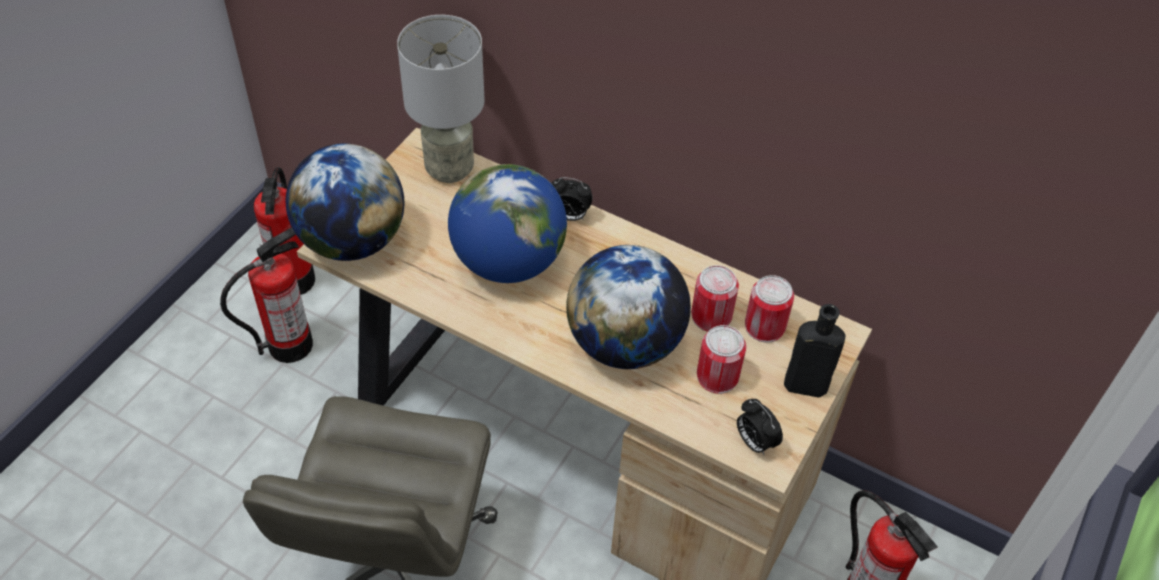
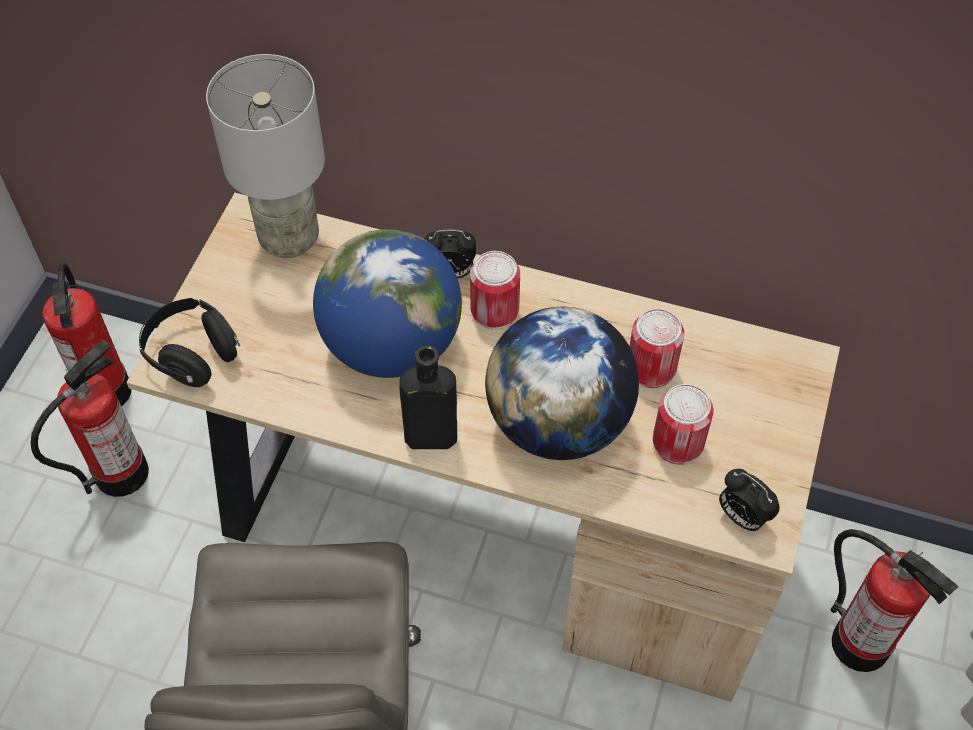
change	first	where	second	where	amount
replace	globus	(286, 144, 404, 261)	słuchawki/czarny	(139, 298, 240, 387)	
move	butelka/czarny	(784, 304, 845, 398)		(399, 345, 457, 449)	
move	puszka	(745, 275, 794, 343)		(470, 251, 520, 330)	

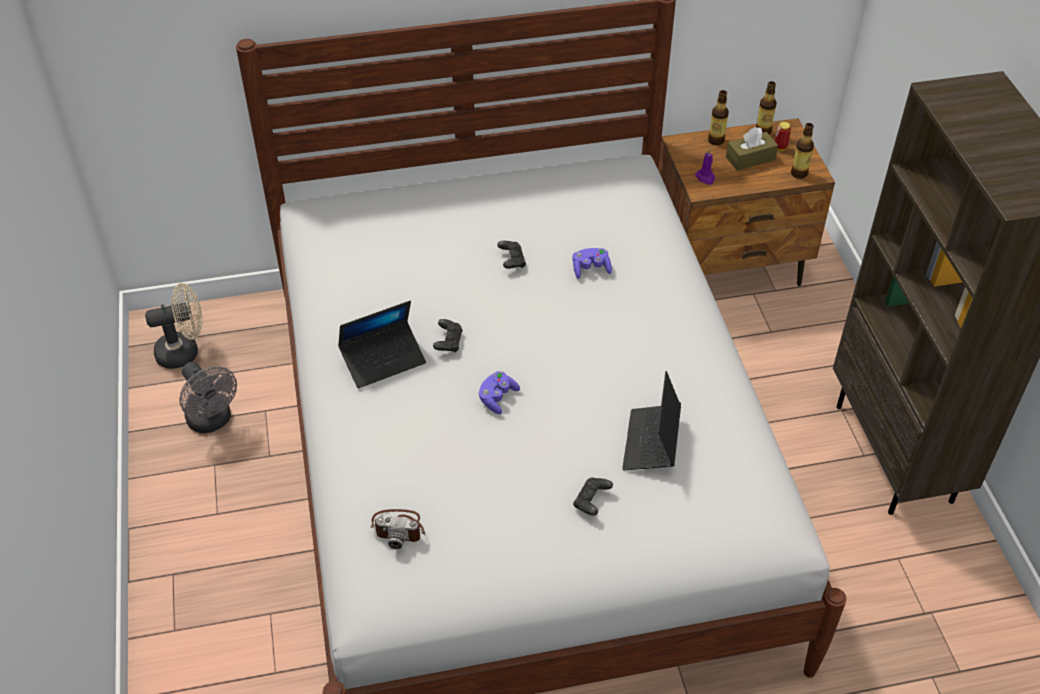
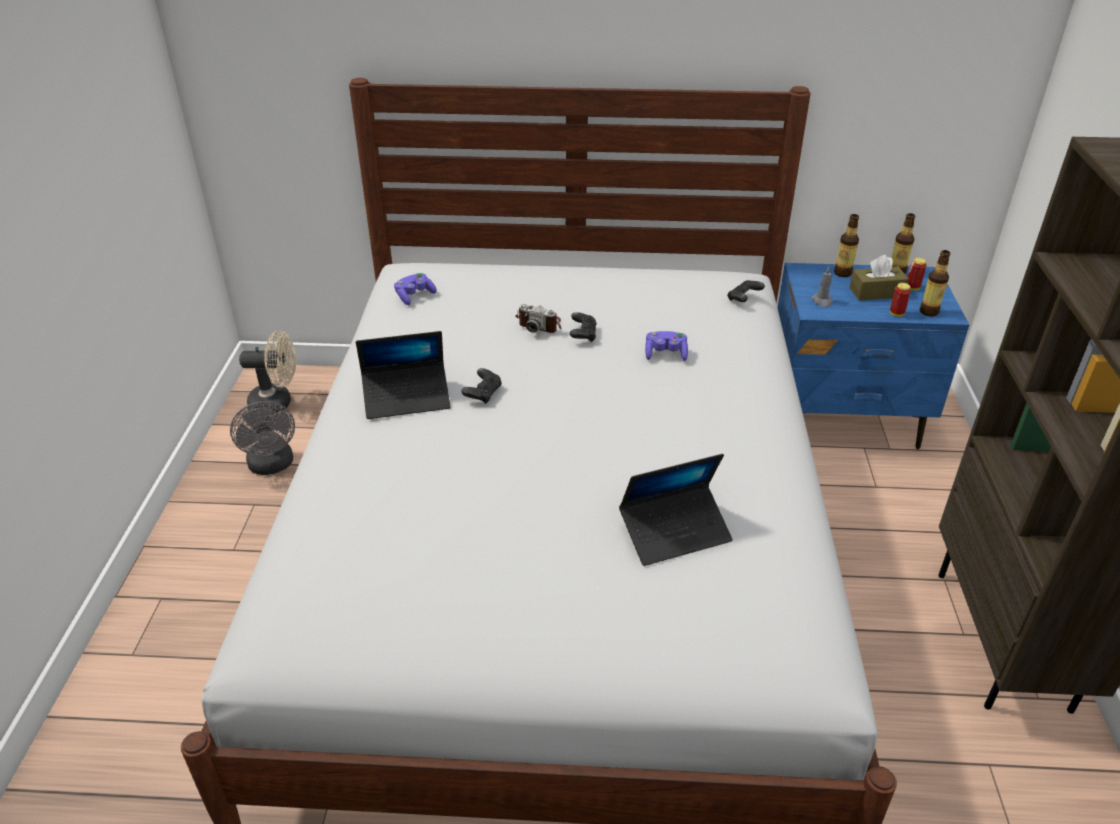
change	first	where	second	where	amount
move	pad do gier/fioletowy	(478, 371, 520, 414)		(394, 273, 437, 305)	
move	aparat fotograficzny	(371, 509, 425, 549)		(515, 304, 561, 333)	
rotate	laptop	(622, 371, 681, 470)		(619, 454, 733, 566)	135 degrees counterclockwise
move	pad do gier/czarny	(573, 477, 613, 516)		(727, 280, 765, 302)	
recolor	szafka nocna/brązowy	(658, 118, 835, 286)	szafka nocna/niebieski	(777, 263, 969, 449)	
recolor	świeca/fioletowy	(695, 149, 715, 185)	świeca/szary	(811, 266, 833, 308)	
insert			puszka	(890, 283, 911, 317)	

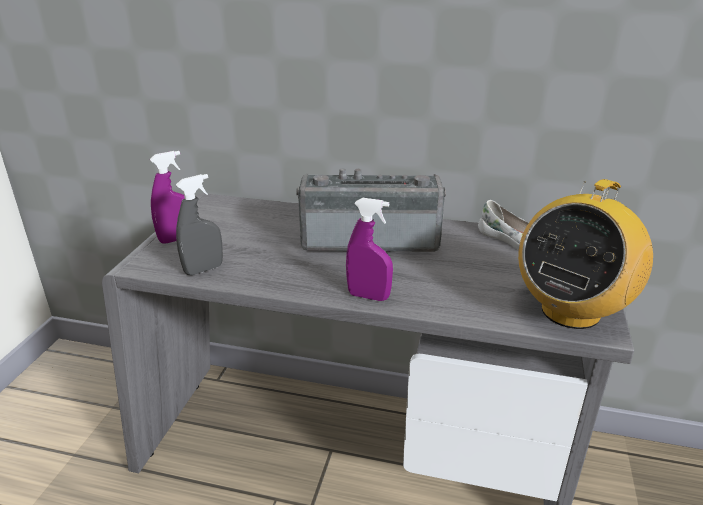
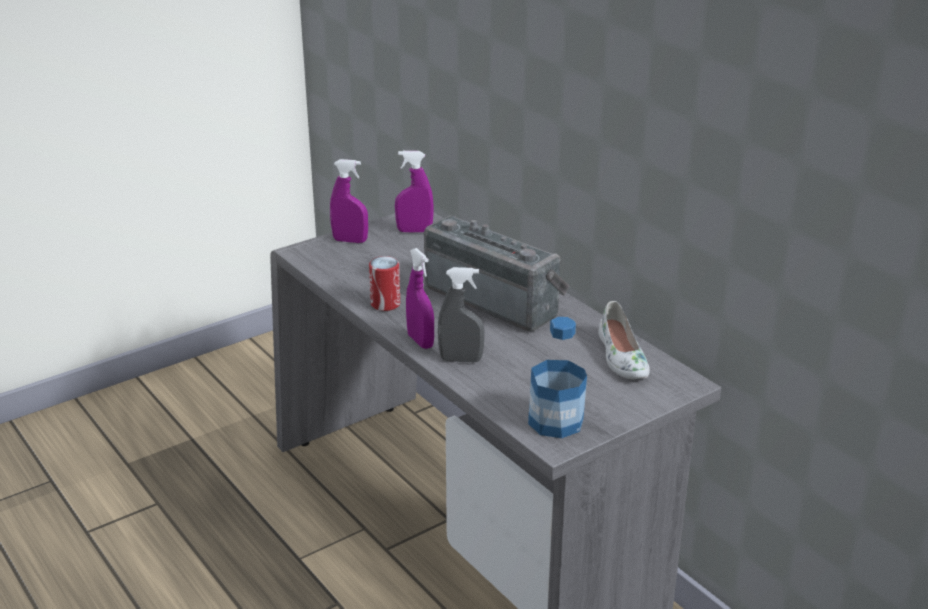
change	first	where	second	where	amount
insert			puszka	(369, 256, 400, 311)	
insert			spryskiwacz/fioletowy	(395, 151, 434, 233)	
move	spryskiwacz/szary	(176, 174, 223, 275)		(438, 267, 485, 363)	
replace	radio	(518, 179, 653, 329)	butelka	(528, 317, 587, 438)	

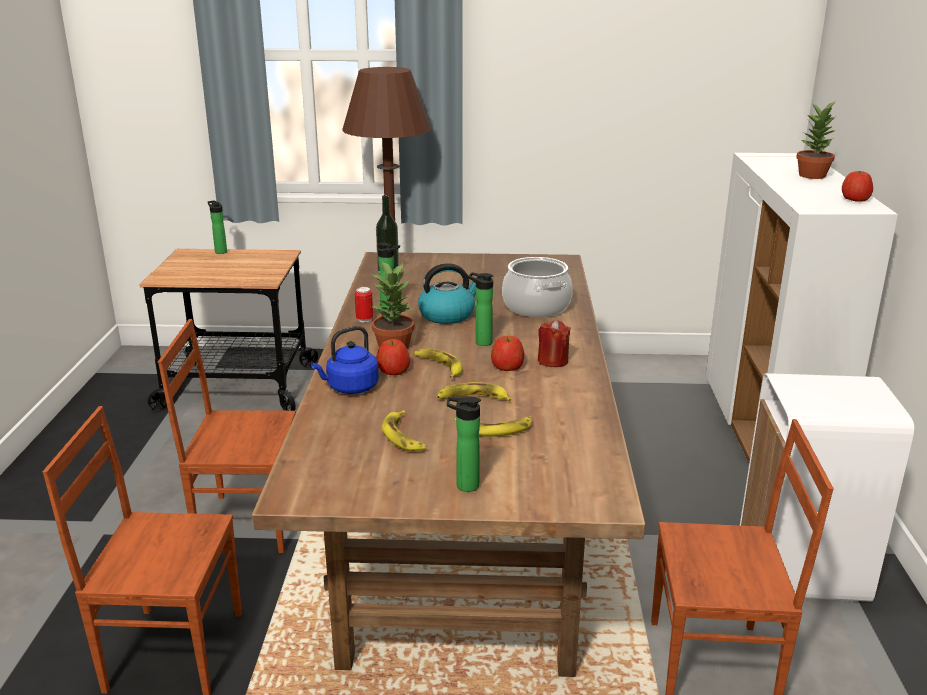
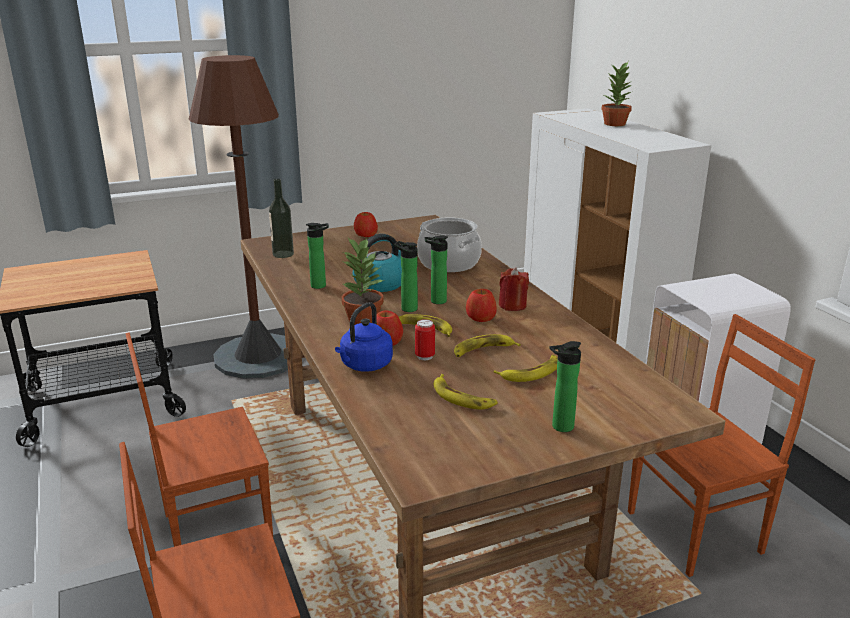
change	first	where	second	where	amount
move	jabłko	(842, 171, 873, 202)		(354, 212, 378, 237)	
move	butelka	(208, 200, 227, 254)		(394, 241, 418, 312)	
move	puszka	(355, 287, 373, 322)		(415, 319, 435, 360)	

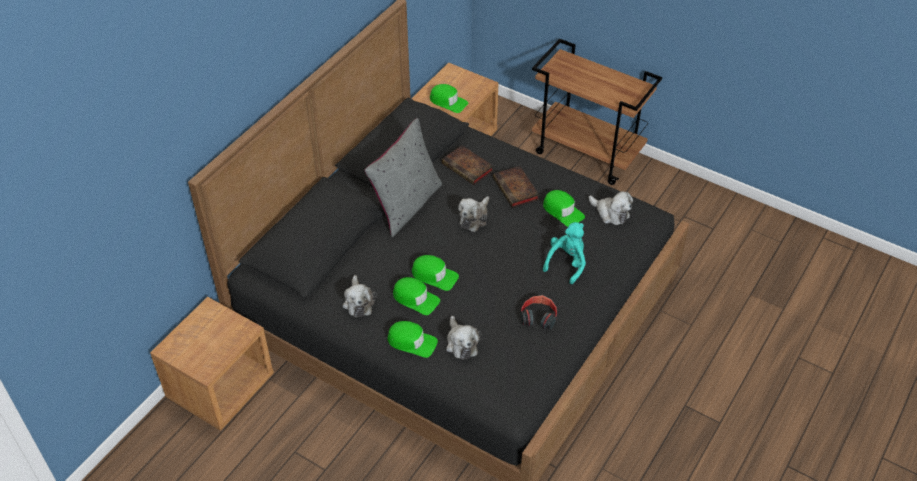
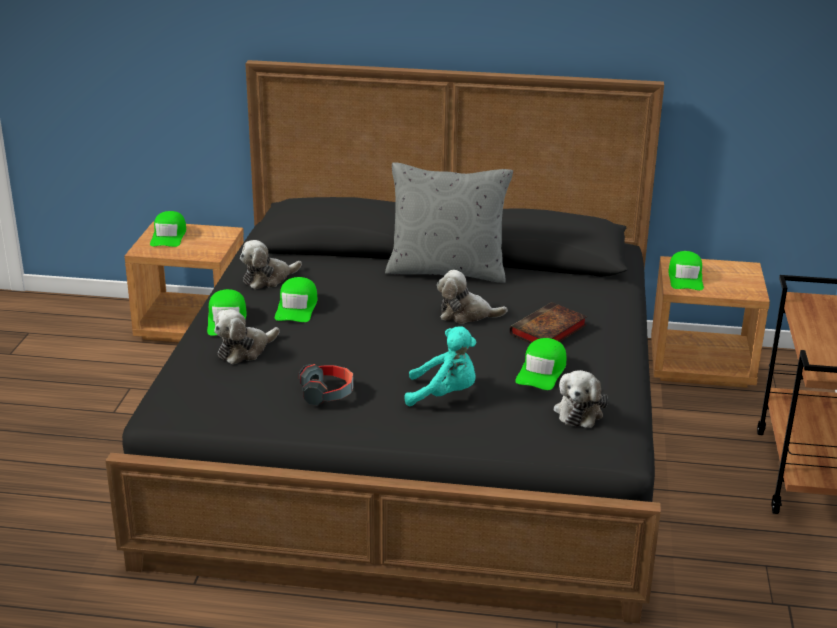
change	first	where	second	where	amount
move	czapka z daszkiem/zielony	(412, 255, 459, 291)		(150, 211, 186, 247)	
delete	książka	(442, 145, 494, 185)			

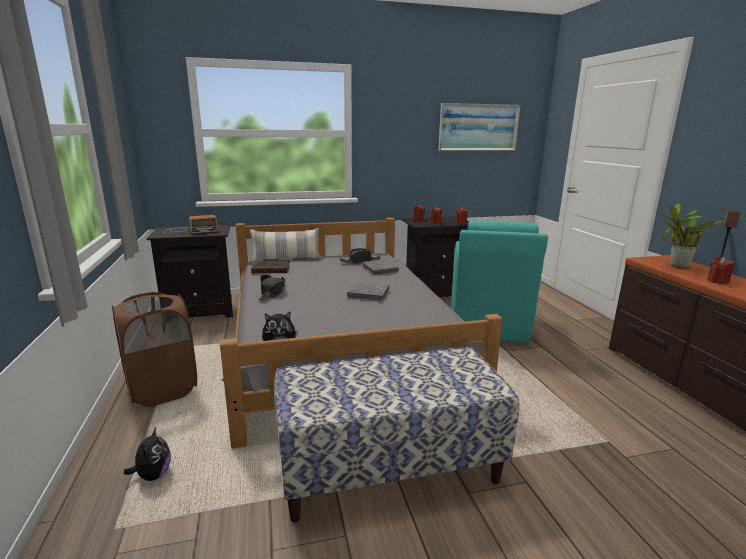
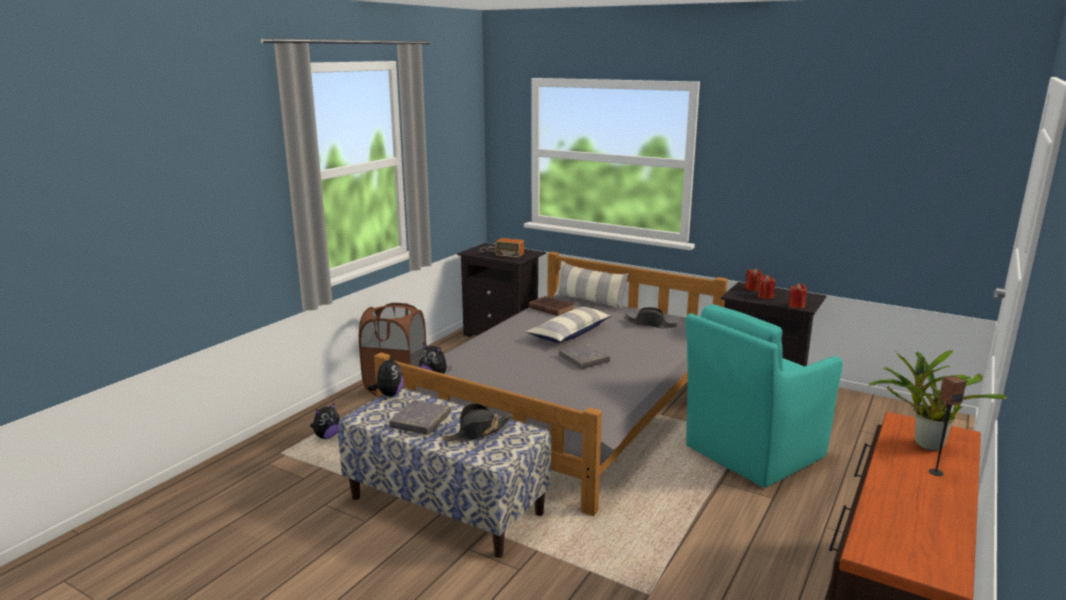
change	first	where	second	where	amount
insert			pluszak	(367, 354, 403, 397)	
move	książka/szary	(362, 259, 399, 275)		(389, 400, 451, 435)	
move	kapelusz/czarny	(259, 274, 286, 300)		(443, 403, 512, 442)	
insert			poduszka	(526, 307, 612, 343)	
delete	obraz	(438, 103, 521, 151)			
delete	świeca/czerwony	(707, 257, 734, 284)			

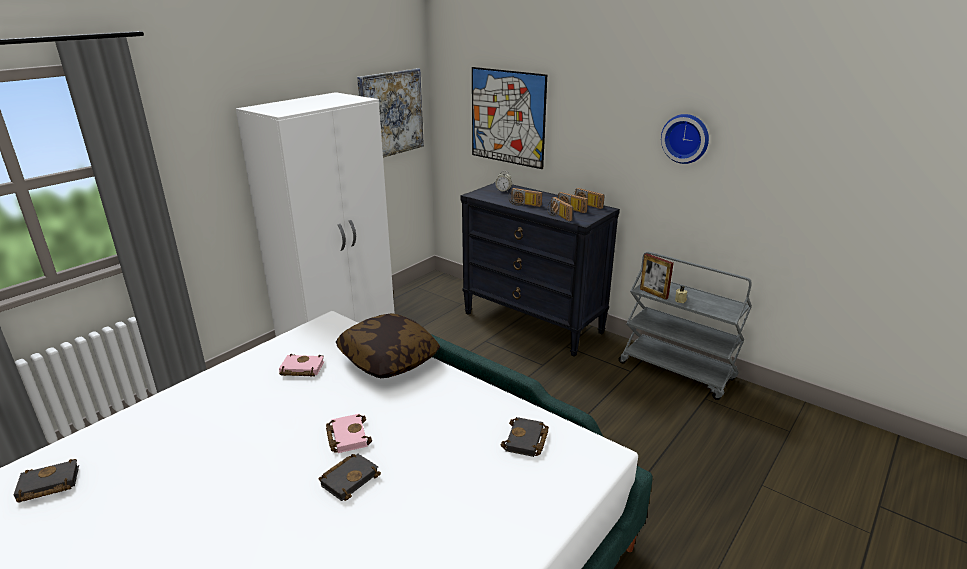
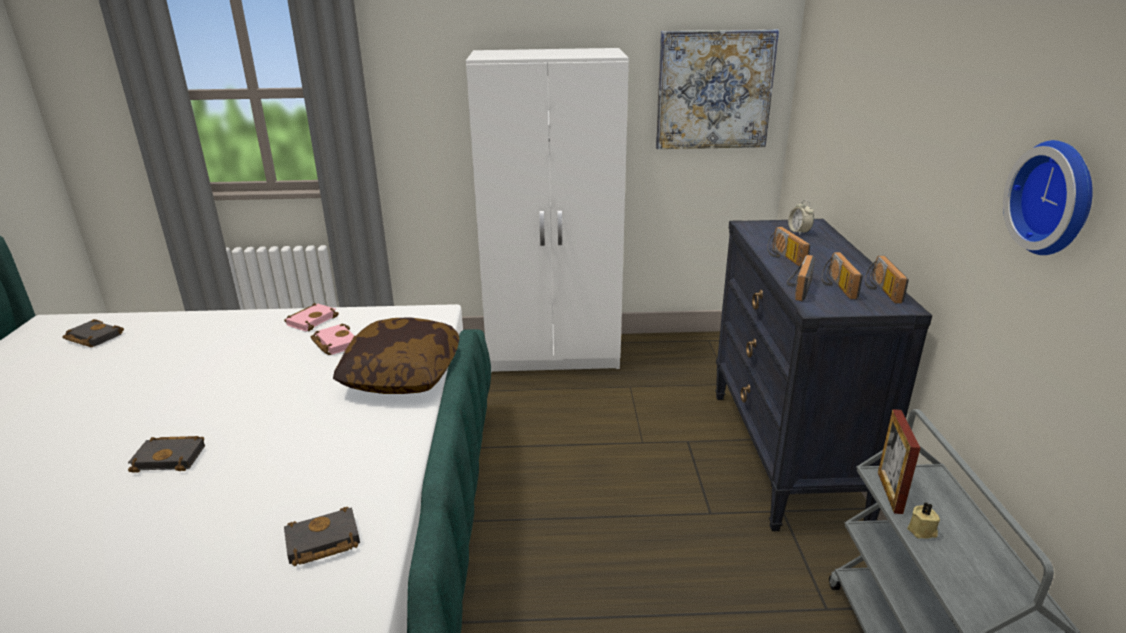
change	first	where	second	where	amount
move	książka/różowy	(326, 414, 372, 453)		(284, 303, 339, 331)	
delete	obraz	(472, 67, 547, 169)			

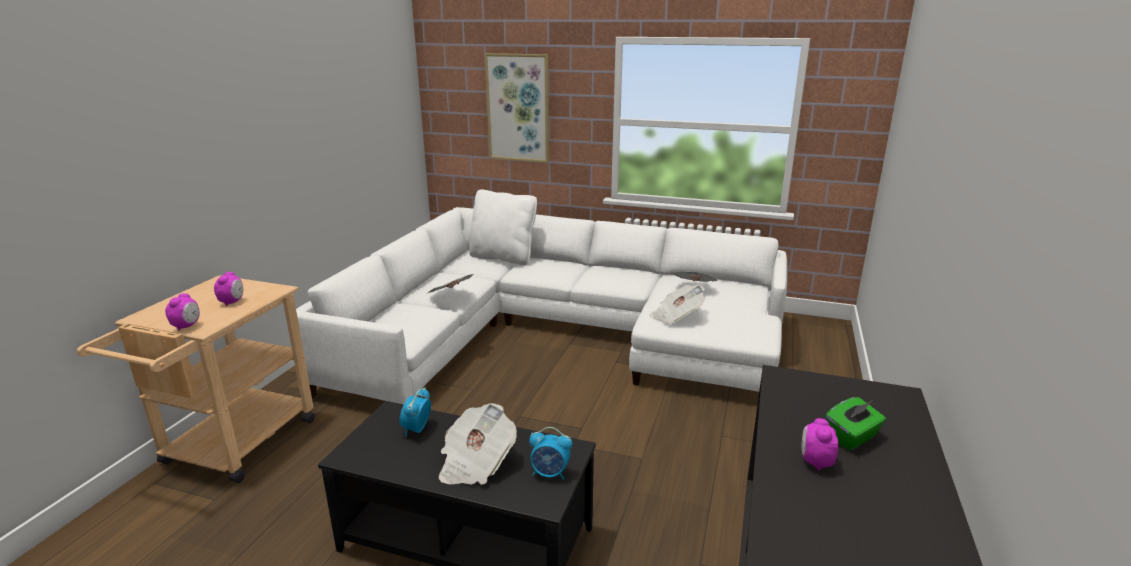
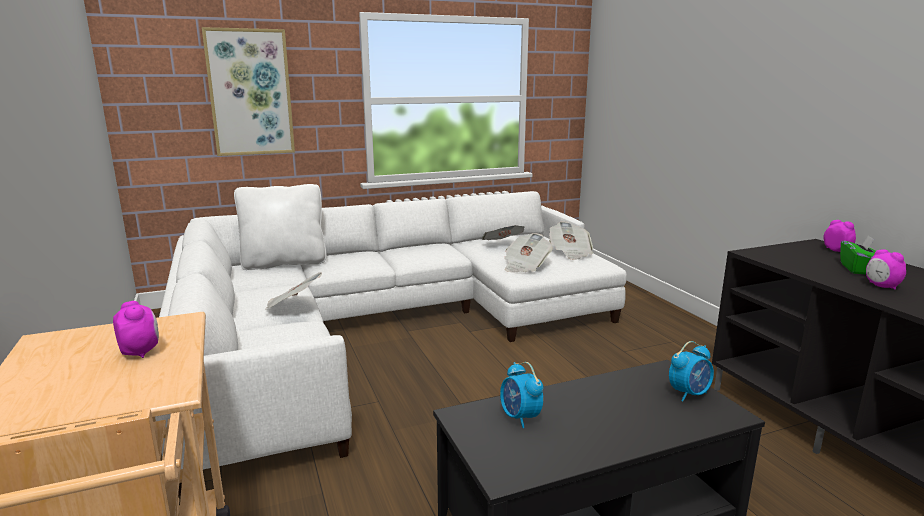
change	first	where	second	where	amount
move	gazeta	(439, 403, 517, 485)		(549, 222, 593, 260)	
move	budzik	(165, 293, 200, 330)		(823, 220, 856, 252)	

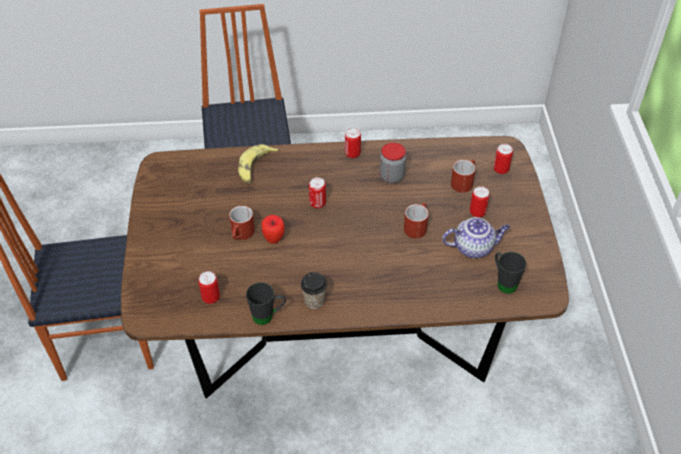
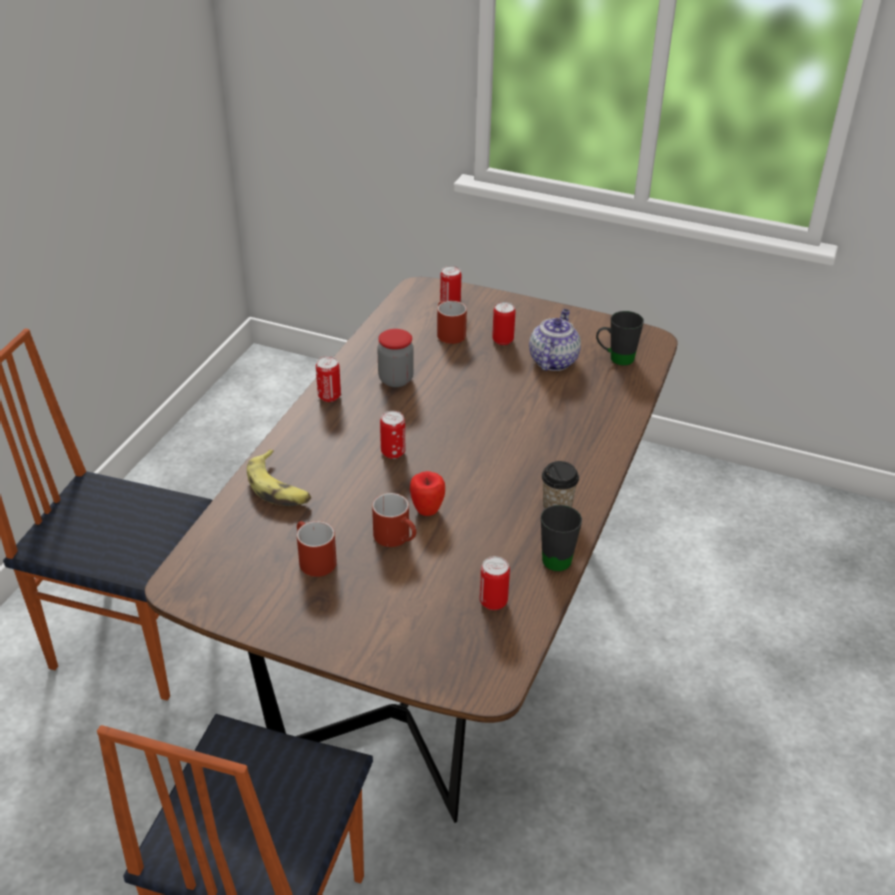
change	first	where	second	where	amount
move	kubek/czerwony	(404, 203, 429, 238)		(297, 521, 337, 577)	

